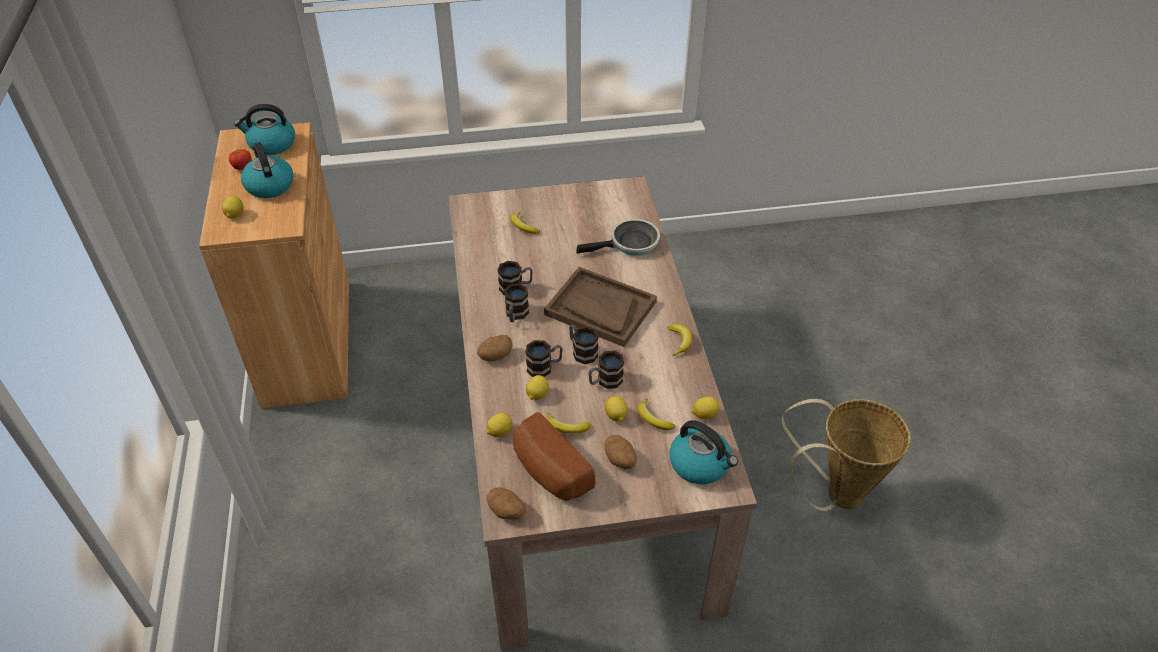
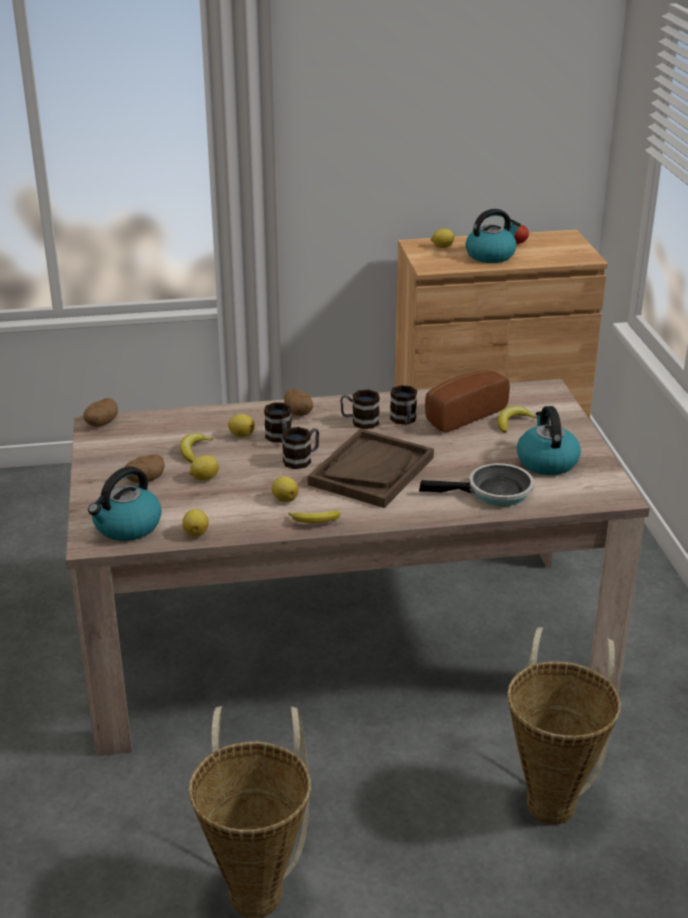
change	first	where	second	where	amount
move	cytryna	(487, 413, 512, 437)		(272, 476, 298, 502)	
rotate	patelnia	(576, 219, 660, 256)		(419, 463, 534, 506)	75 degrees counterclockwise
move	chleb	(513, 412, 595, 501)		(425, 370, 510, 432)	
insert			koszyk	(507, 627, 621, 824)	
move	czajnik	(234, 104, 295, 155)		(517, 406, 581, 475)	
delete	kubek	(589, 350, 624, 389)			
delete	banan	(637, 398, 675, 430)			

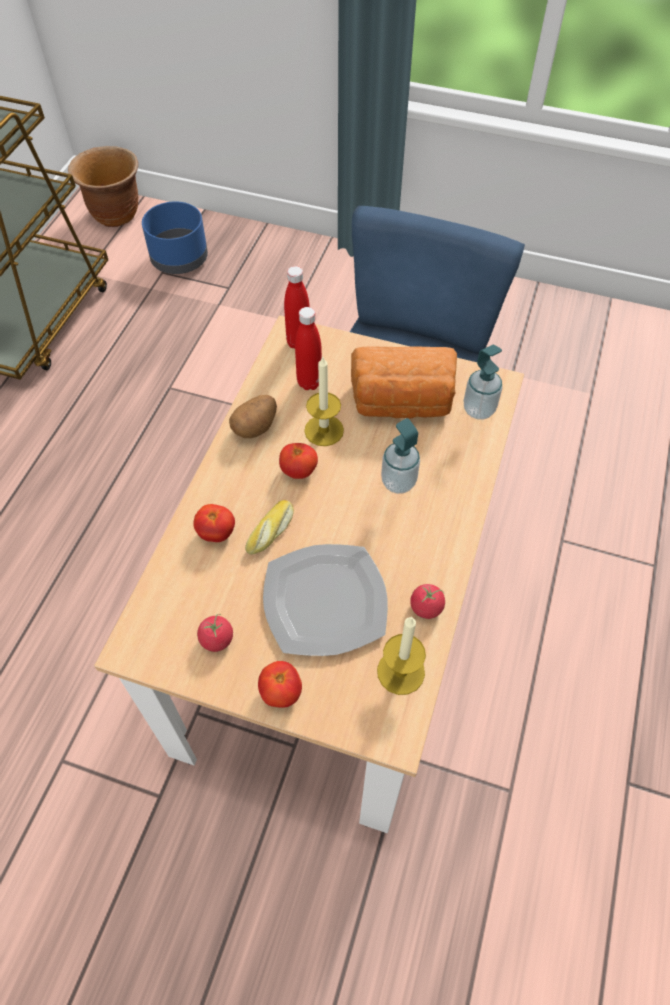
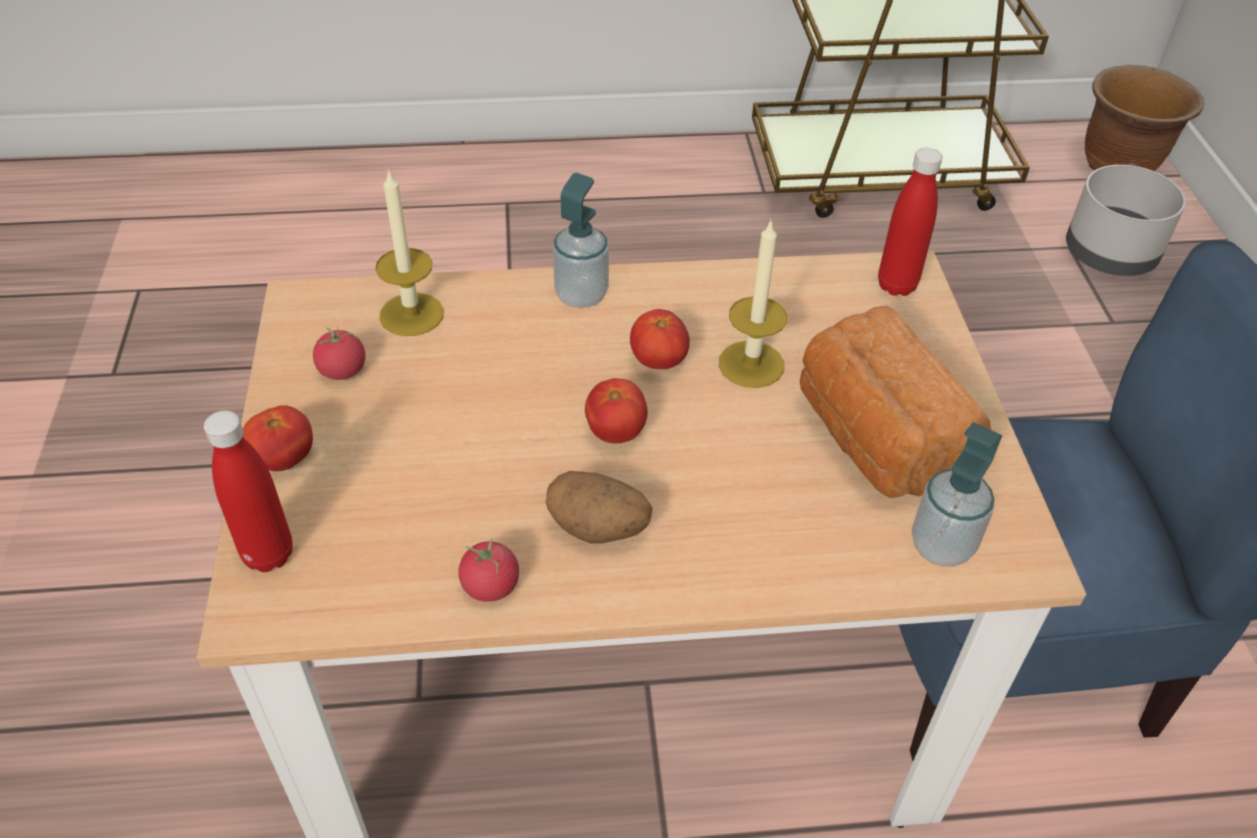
change	first	where	second	where	amount
move	butelka/czerwony	(295, 307, 322, 390)		(204, 410, 293, 572)	
move	świeca	(377, 616, 426, 695)		(375, 168, 444, 336)	
move	ziemniak	(229, 395, 277, 438)		(546, 471, 653, 544)	
move	dozownik mydła	(381, 418, 420, 494)		(553, 173, 609, 308)	
move	pomidor	(193, 504, 235, 542)		(585, 378, 648, 443)	
recolor	donica/niebieski	(142, 201, 208, 274)	donica/szary	(1066, 165, 1186, 276)	
delete	chleb	(245, 500, 294, 555)			
delete	talerz	(263, 544, 388, 656)			

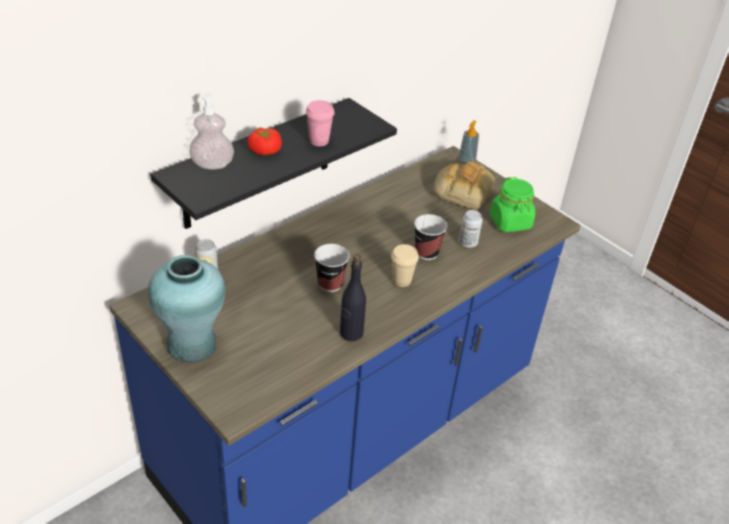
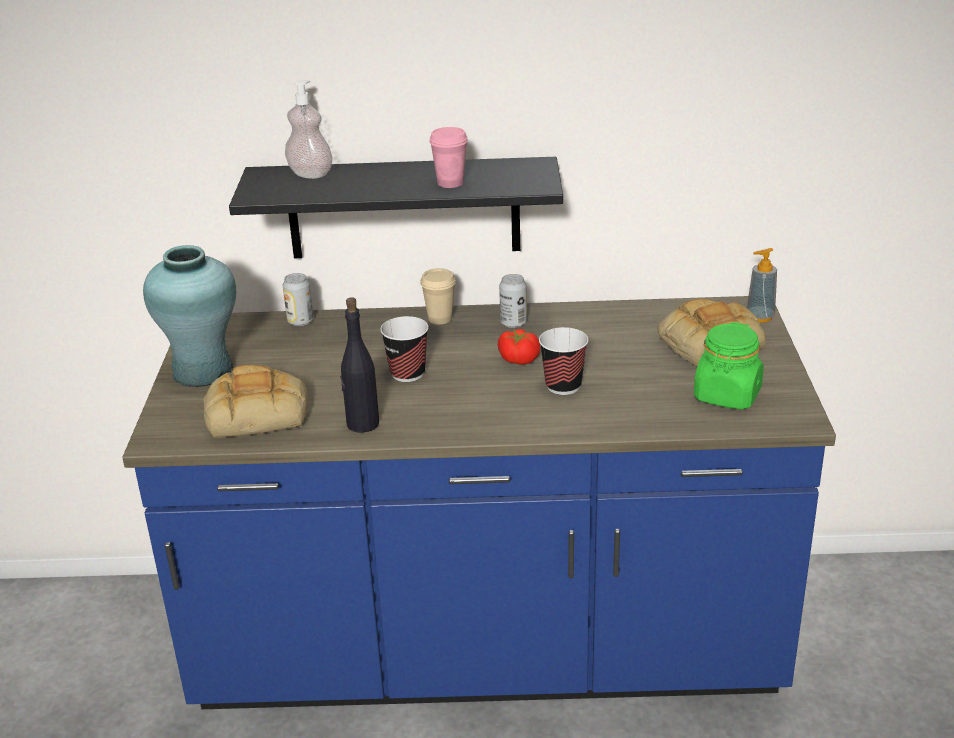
change	first	where	second	where	amount
insert			chleb	(203, 365, 308, 438)	
move	filiżanka/beżowy	(391, 244, 419, 287)		(420, 268, 456, 325)	
move	pomidor	(247, 127, 282, 155)		(498, 329, 540, 365)	
move	puszka	(459, 210, 483, 248)		(499, 274, 527, 328)	

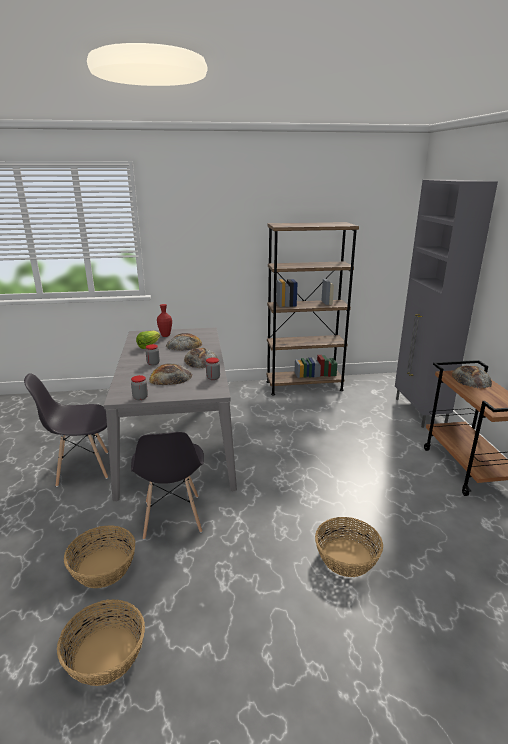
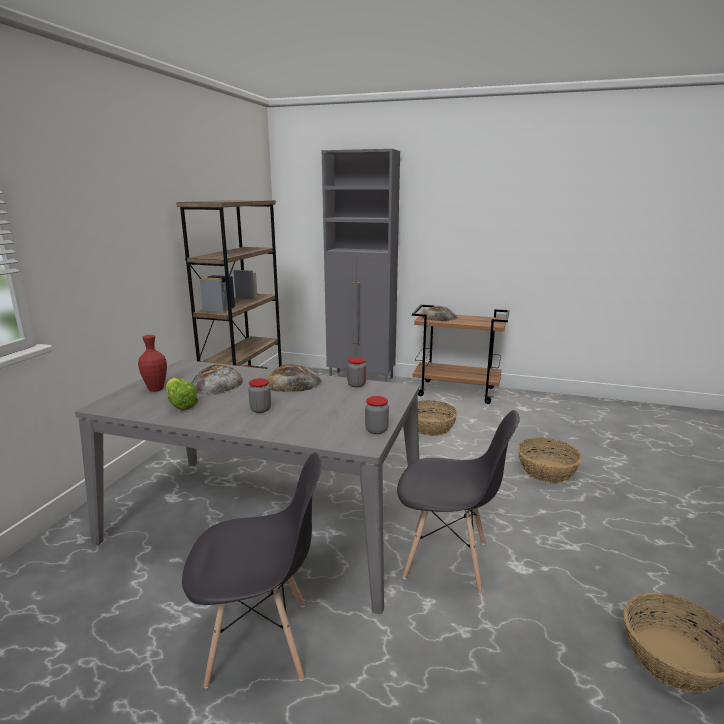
change	first	where	second	where	amount
rotate	krzesło/szary	(24, 373, 108, 487)		(182, 452, 322, 688)	105 degrees counterclockwise
move	koszyk	(64, 525, 135, 588)		(418, 400, 458, 436)	
delete	chleb	(149, 363, 193, 385)			

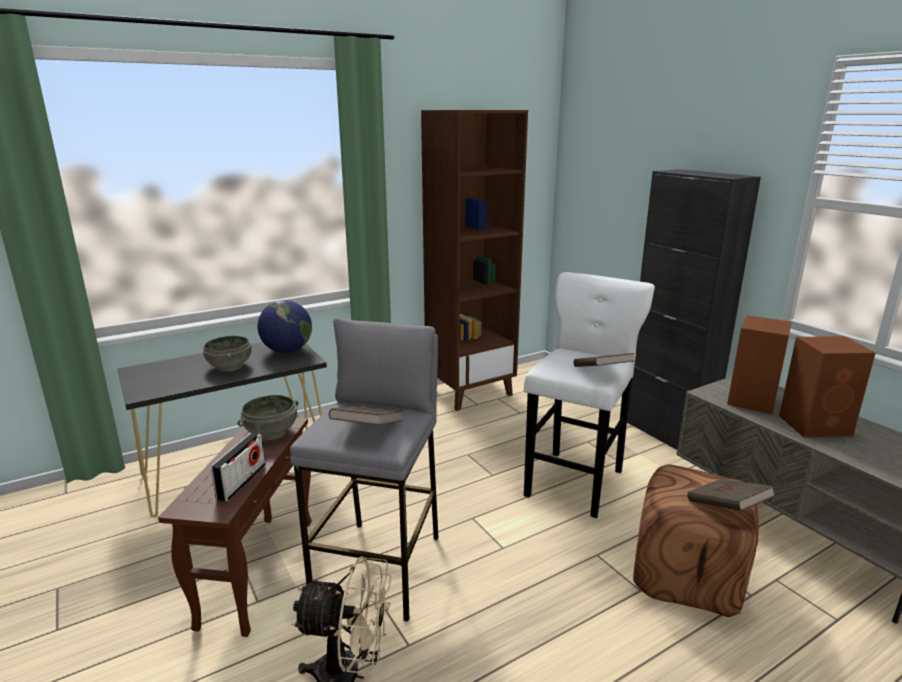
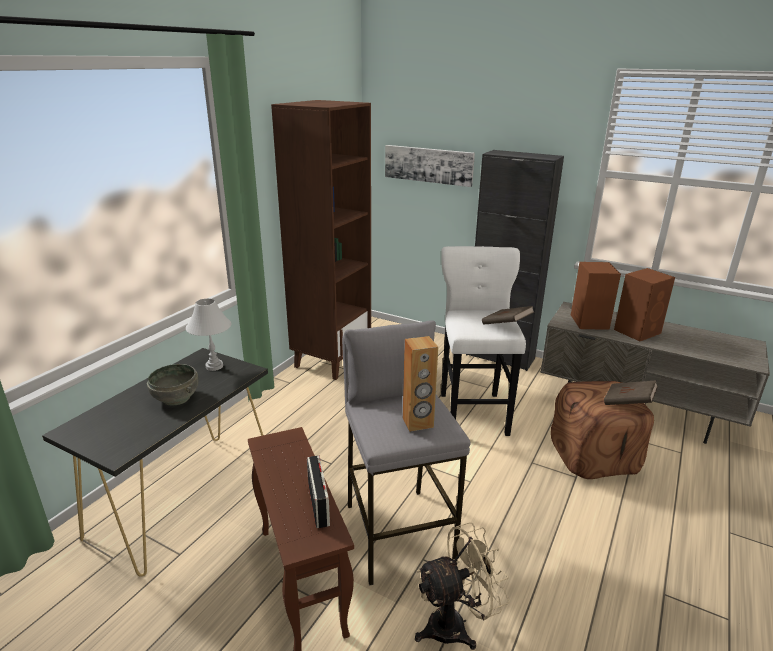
change	first	where	second	where	amount
replace	globus	(257, 300, 312, 353)	lampa stołowa/biały	(186, 298, 231, 371)	
insert			obraz	(385, 145, 475, 187)	
replace	książka/brązowy	(329, 406, 403, 425)	głośnik/brązowy	(403, 336, 438, 432)	
delete	miska/szary	(237, 395, 298, 440)			

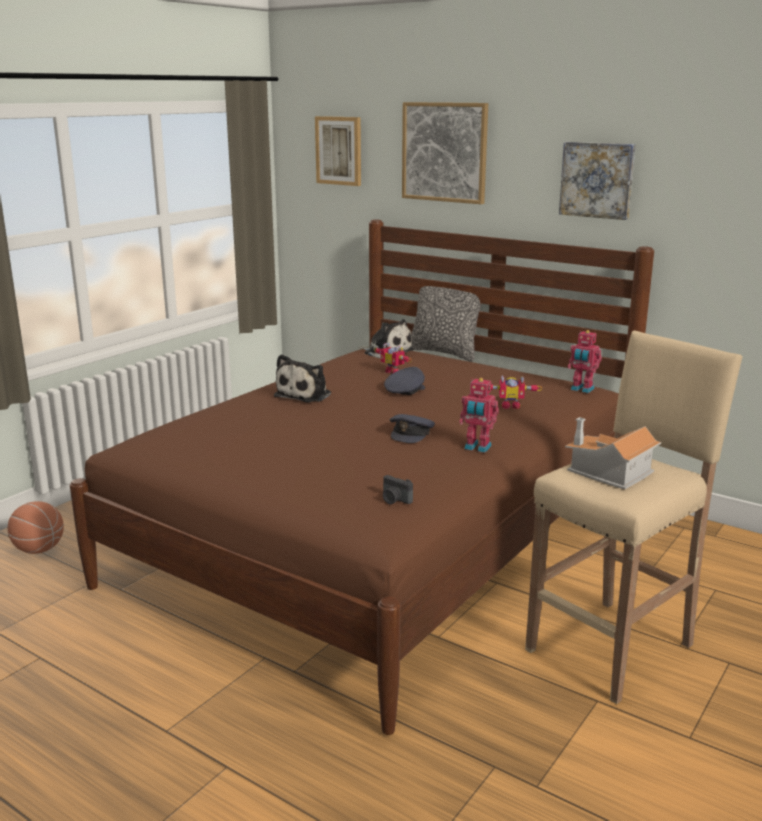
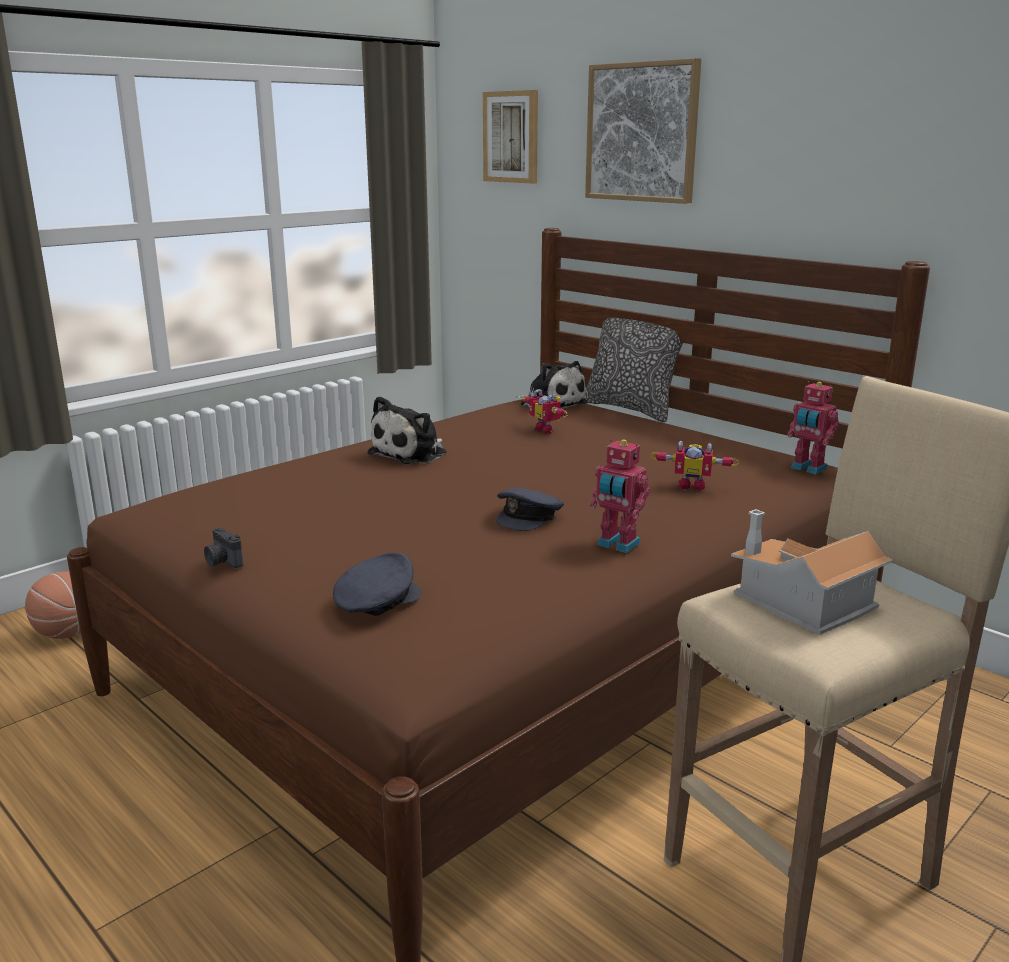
change	first	where	second	where	amount
move	aparat fotograficzny	(383, 475, 413, 504)		(204, 528, 243, 568)	
move	czapka z daszkiem/szary	(384, 367, 425, 395)		(333, 552, 422, 616)	
delete	obraz	(559, 142, 636, 220)			

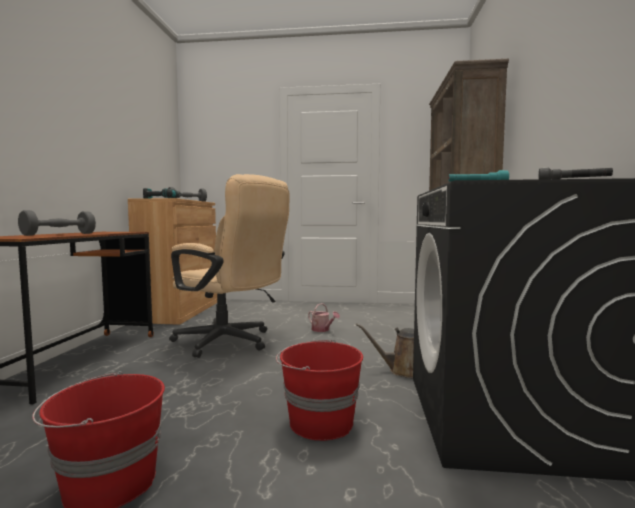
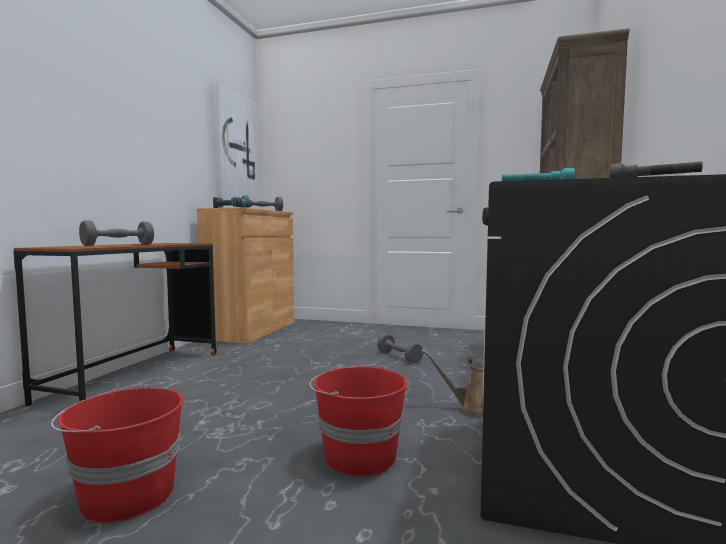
change	first	where	second	where	amount
insert			obraz	(213, 82, 259, 202)	
replace	konewka	(308, 303, 340, 332)	hantel/szary	(377, 334, 423, 363)	
delete	krzesło biurowe/beżowy	(169, 174, 289, 358)			

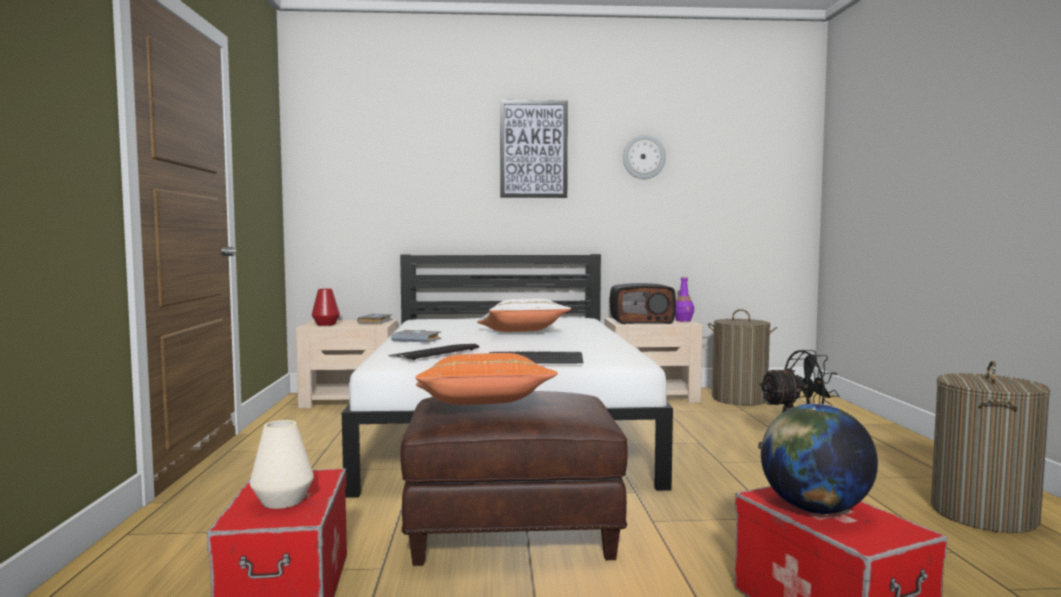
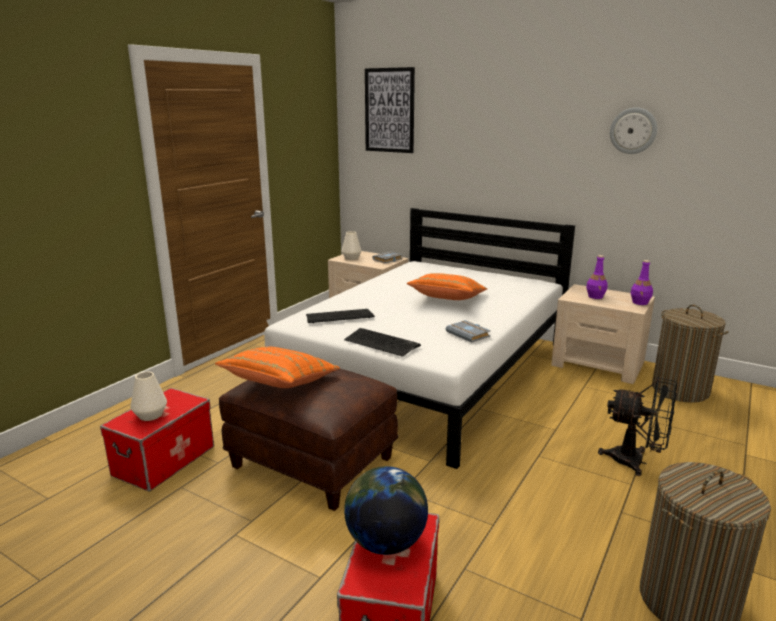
change	first	where	second	where	amount
recolor	wazon/czerwony	(312, 289, 340, 326)	wazon/biały	(342, 231, 362, 260)	
move	obraz	(500, 100, 568, 198)		(365, 67, 415, 153)	
recolor	poduszka/biały	(477, 298, 571, 332)	poduszka/pomarańczowy	(407, 273, 487, 300)	
move	książka/szary	(391, 330, 441, 343)		(446, 320, 491, 342)	
replace	radio	(610, 283, 676, 324)	butelka/fioletowy	(586, 255, 608, 299)	

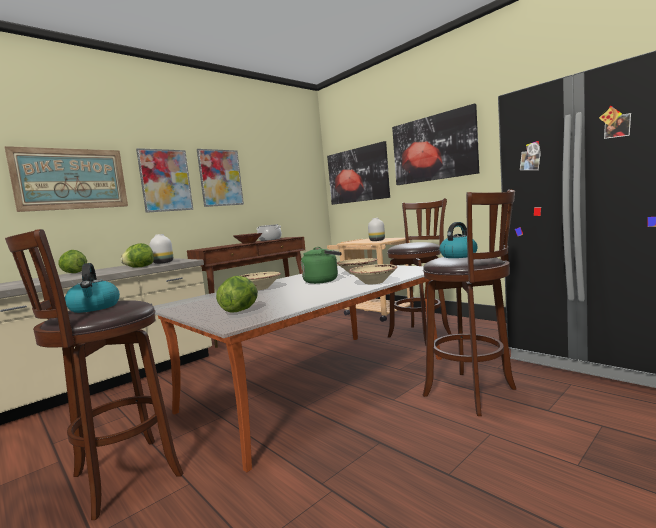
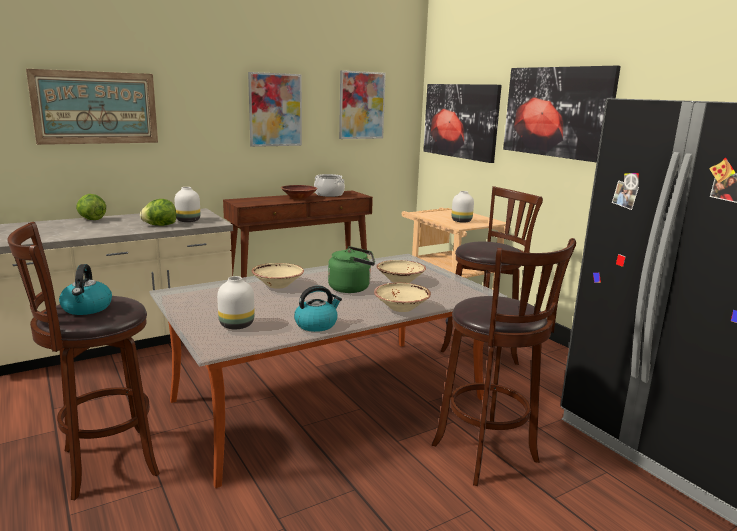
change	first	where	second	where	amount
replace	sałata	(216, 276, 258, 312)	wazon/biały	(217, 276, 254, 329)	
move	czajnik	(440, 222, 478, 258)		(294, 286, 342, 332)	
move	obraz	(136, 148, 193, 213)		(339, 70, 386, 139)	

